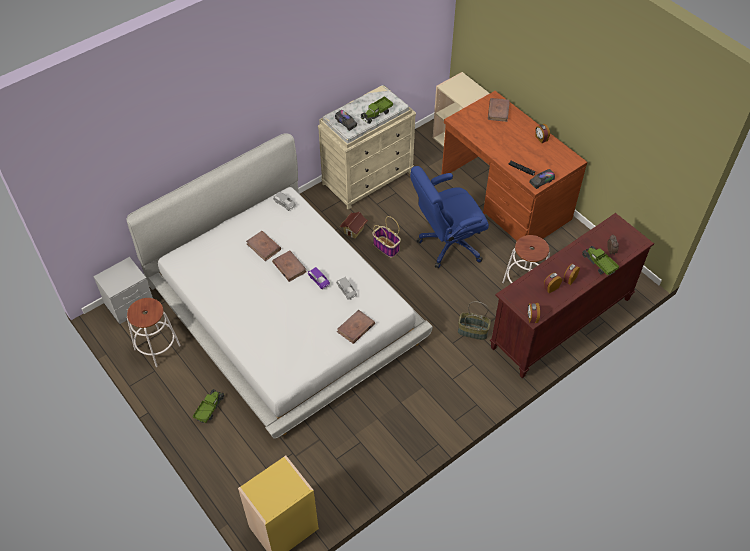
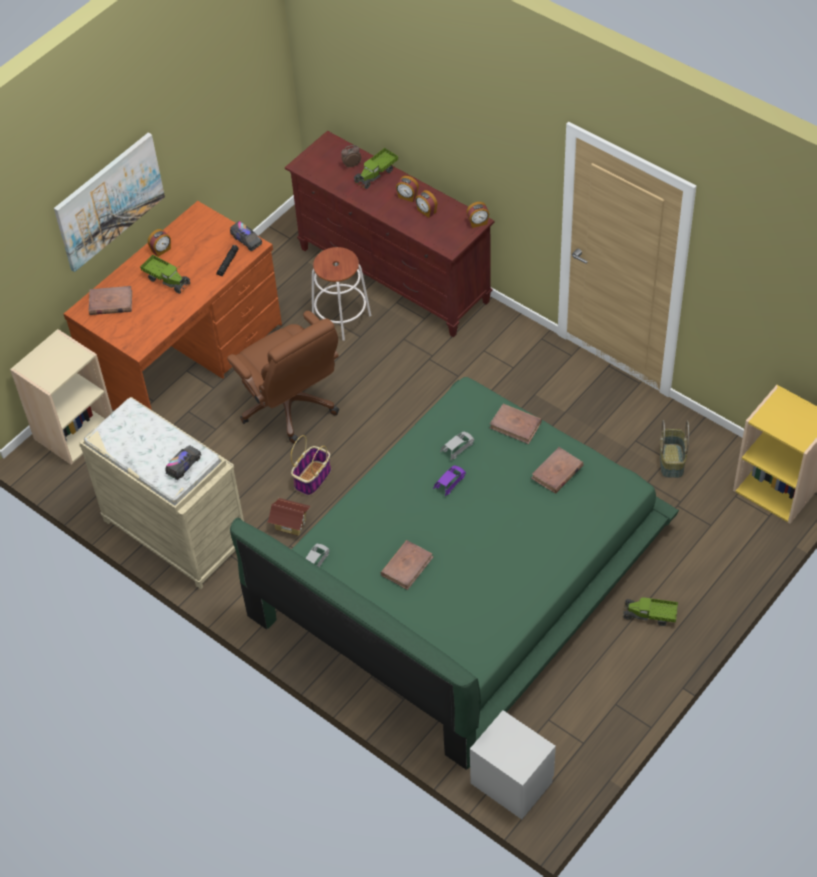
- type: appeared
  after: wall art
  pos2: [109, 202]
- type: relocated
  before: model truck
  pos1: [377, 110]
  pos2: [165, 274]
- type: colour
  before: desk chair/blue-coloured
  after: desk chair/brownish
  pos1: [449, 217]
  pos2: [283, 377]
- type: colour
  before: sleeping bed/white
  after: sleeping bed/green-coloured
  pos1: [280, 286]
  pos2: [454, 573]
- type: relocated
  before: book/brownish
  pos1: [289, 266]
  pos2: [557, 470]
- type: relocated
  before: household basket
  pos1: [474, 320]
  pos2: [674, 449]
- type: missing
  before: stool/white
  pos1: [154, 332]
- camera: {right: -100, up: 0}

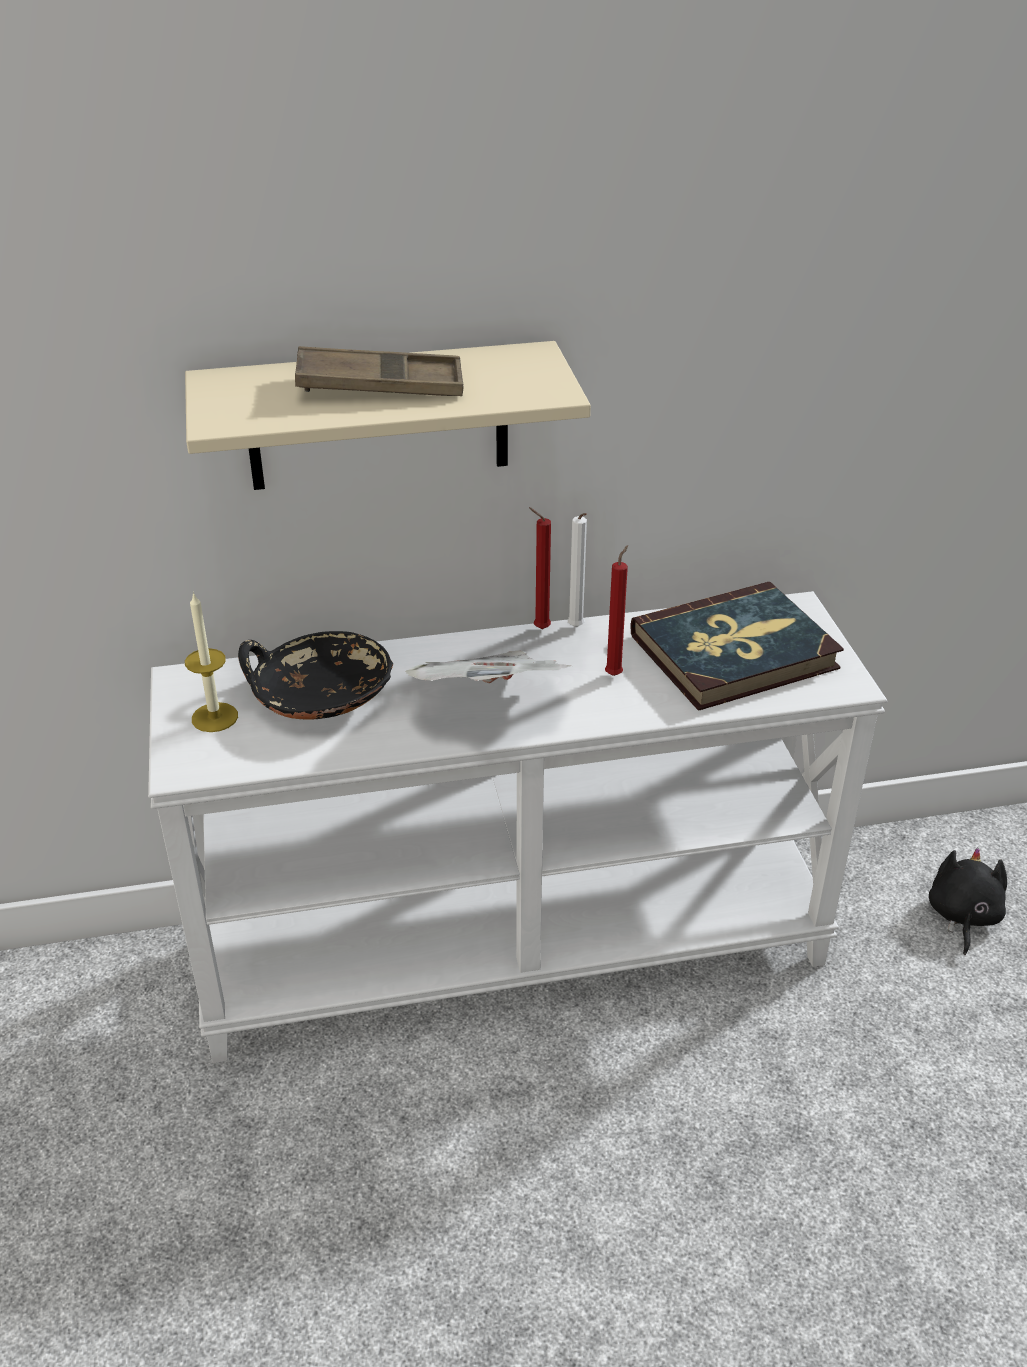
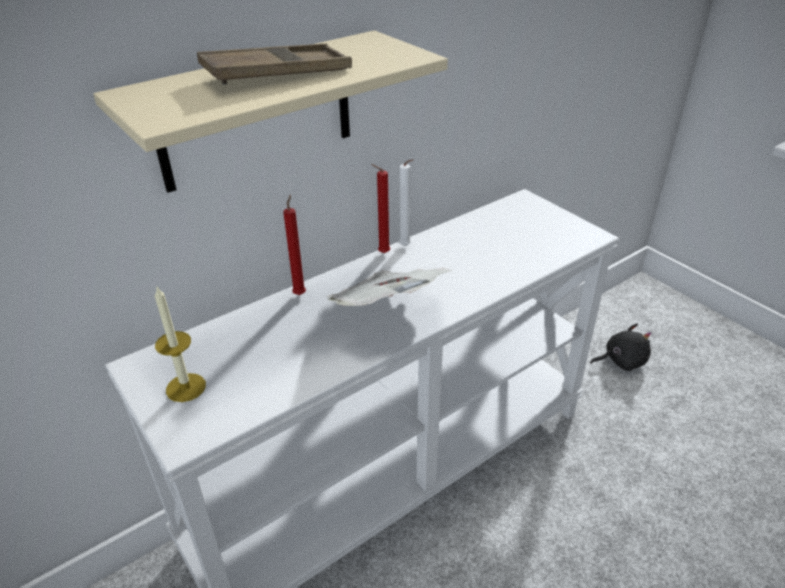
- type: relocated
  before: wax light/reddish
  pos1: [616, 610]
  pos2: [294, 244]
- type: spun
  before: plush toy/black-coloured
  pos1: [968, 901]
  pos2: [620, 347]
  turn: 90
- type: missing
  before: deep dish/black-coloured
  pos1: [315, 675]
- type: missing
  before: book
  pos1: [737, 646]
- camera: {right: -25, up: 0}

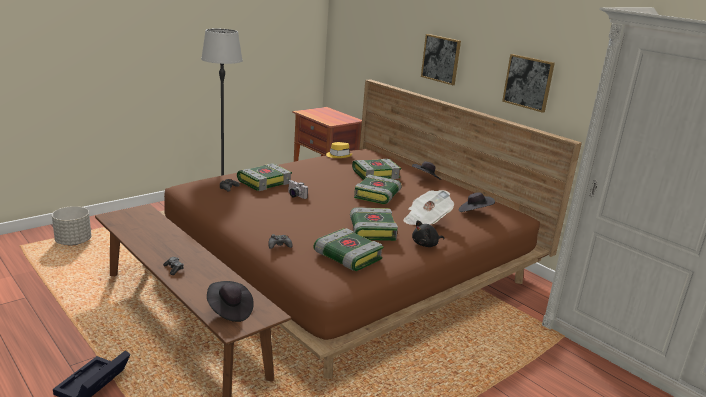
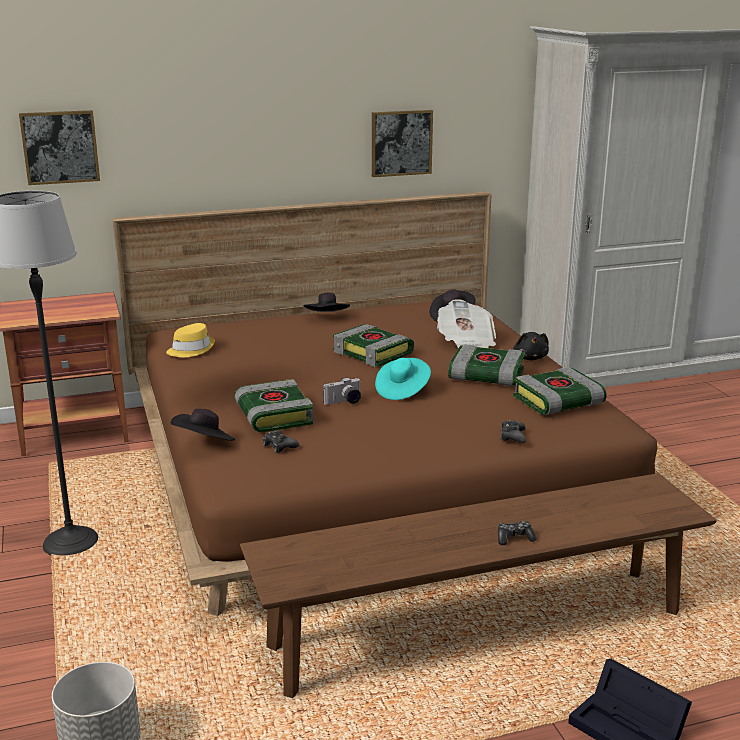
- type: relocated
  before: wall art
  pos1: [441, 59]
  pos2: [59, 147]
- type: relocated
  before: clothing hat/black-coloured
  pos1: [230, 301]
  pos2: [203, 425]
- type: appeared
  after: clothing hat/blue-green
  pos2: [403, 379]
- type: missing
  before: book
  pos1: [376, 169]
- camera: {right: -65, up: 0}

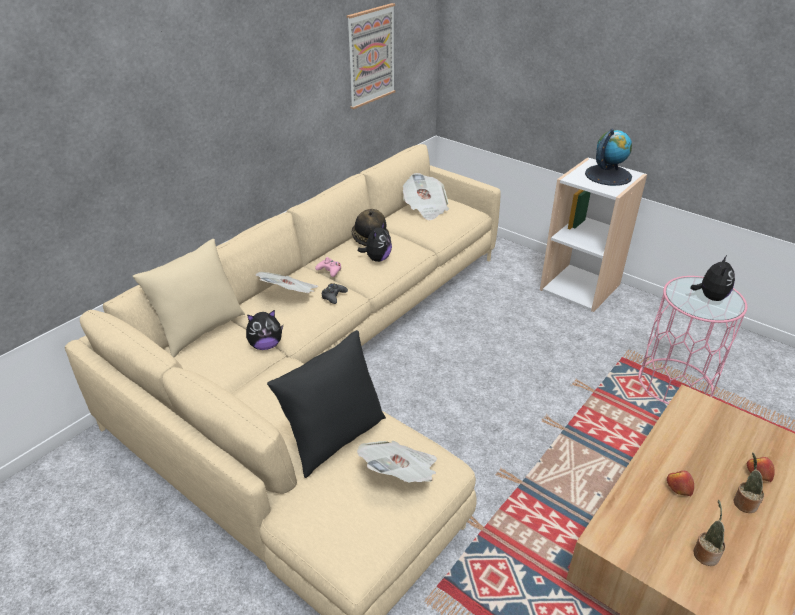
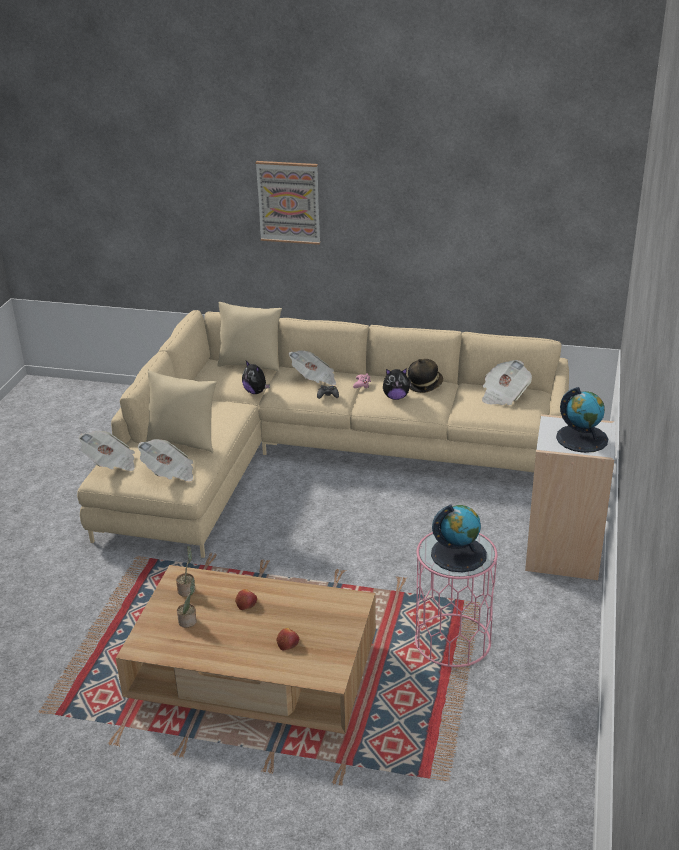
- type: appeared
  after: newspaper
  pos2: [107, 451]
- type: colour
  before: throw pillow/black-coloured
  after: throw pillow/beige
  pos1: [326, 404]
  pos2: [181, 412]
- type: relocated
  before: houseplant
  pos1: [748, 482]
  pos2: [185, 571]
- type: relocated
  before: wall art
  pos1: [370, 56]
  pos2: [288, 203]
- type: exchanged
  before: plush toy
  after: world globe
  pos1: [712, 278]
  pos2: [459, 538]
- camera: {right: 65, up: -5}

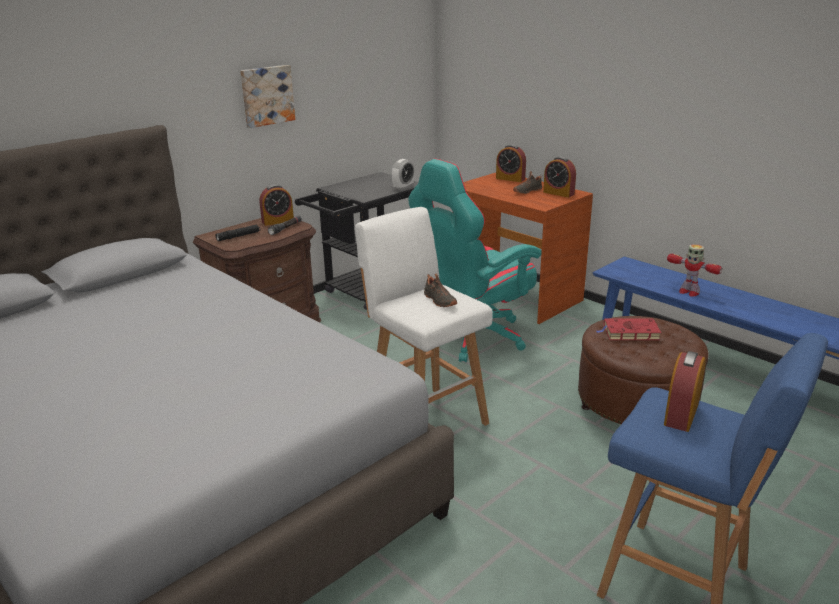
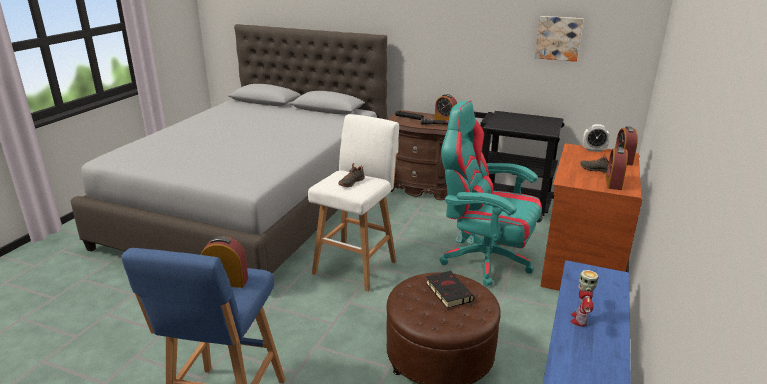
- type: colour
  before: book/reddish
  after: book/black-coloured
  pos1: [628, 329]
  pos2: [450, 289]
- type: relocated
  before: wall art
  pos1: [267, 96]
  pos2: [559, 39]
- type: relocated
  before: bedside clock
  pos1: [402, 174]
  pos2: [596, 138]
- camera: {right: 65, up: 0}

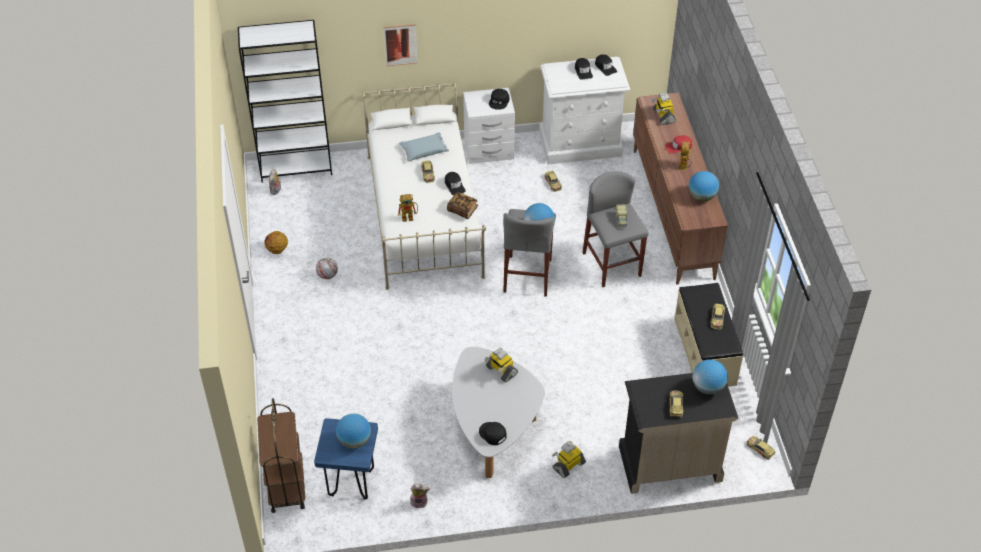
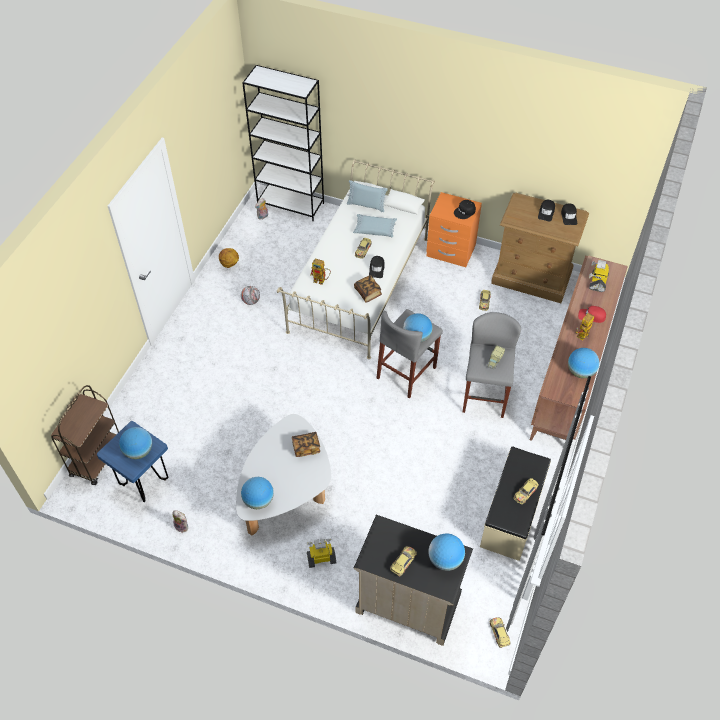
- type: exchanged
  before: baseball cap/black-coloured
  after: world globe
  pos1: [493, 433]
  pos2: [257, 493]
- type: exchanged
  before: model robot
  after: book
  pos1: [501, 365]
  pos2: [306, 444]
- type: appeared
  after: throw pillow/blue-coloured
  pos2: [367, 196]
- type: colour
  before: bedside table/white
  after: bedside table/orangey
  pos1: [489, 126]
  pos2: [454, 229]
- type: colour
  before: dresser/white
  after: dresser/brownish
  pos1: [584, 111]
  pos2: [540, 248]
- type: missing
  before: wall art
  pos1: [401, 45]
- camera: {right: 30, up: 5}

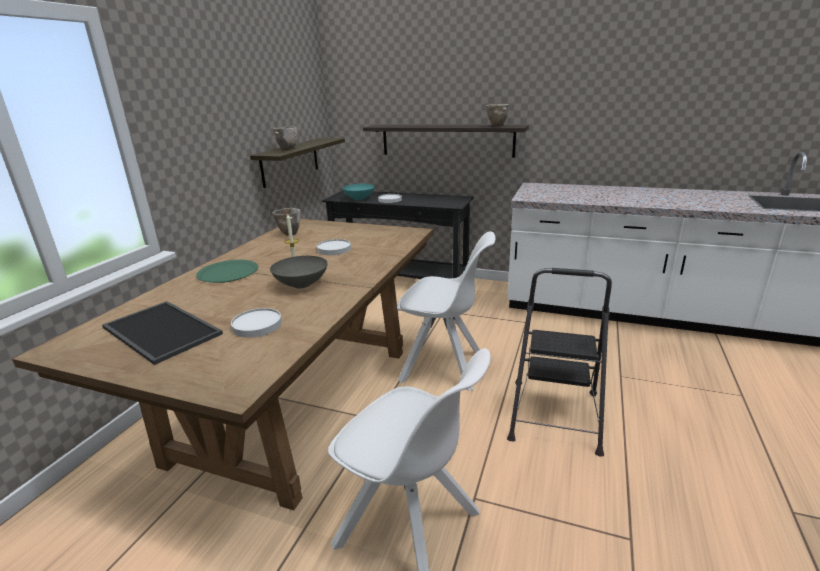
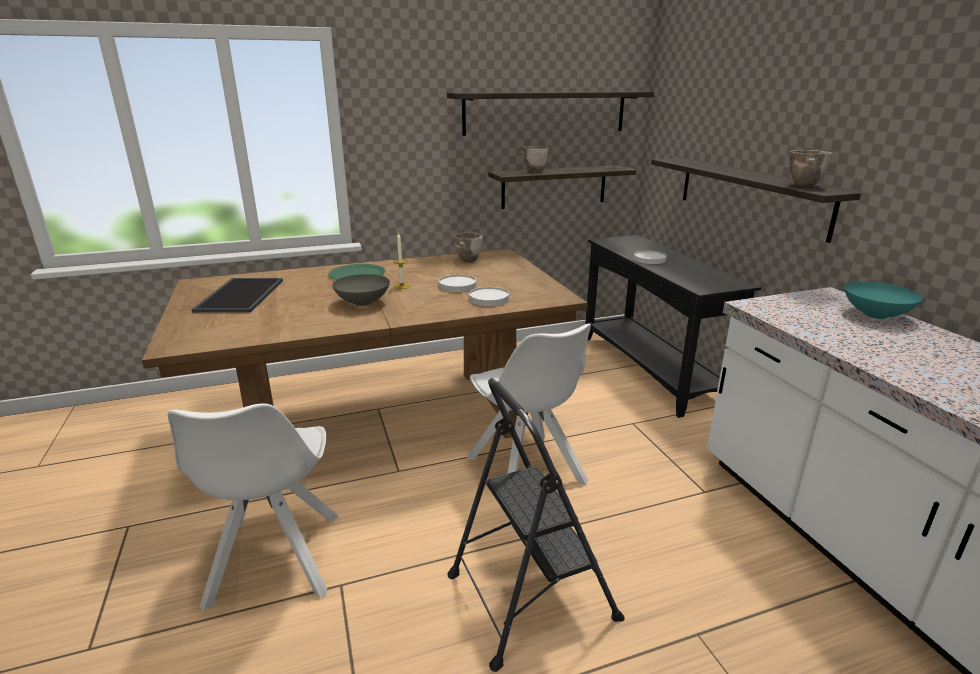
- type: appeared
  after: bracket shelf
  pos2: [550, 113]
- type: relocated
  before: plate/white
  pos1: [256, 323]
  pos2: [489, 296]
- type: relocated
  before: deep dish/blue-green
  pos1: [358, 192]
  pos2: [883, 300]
- camera: {right: 50, up: 0}

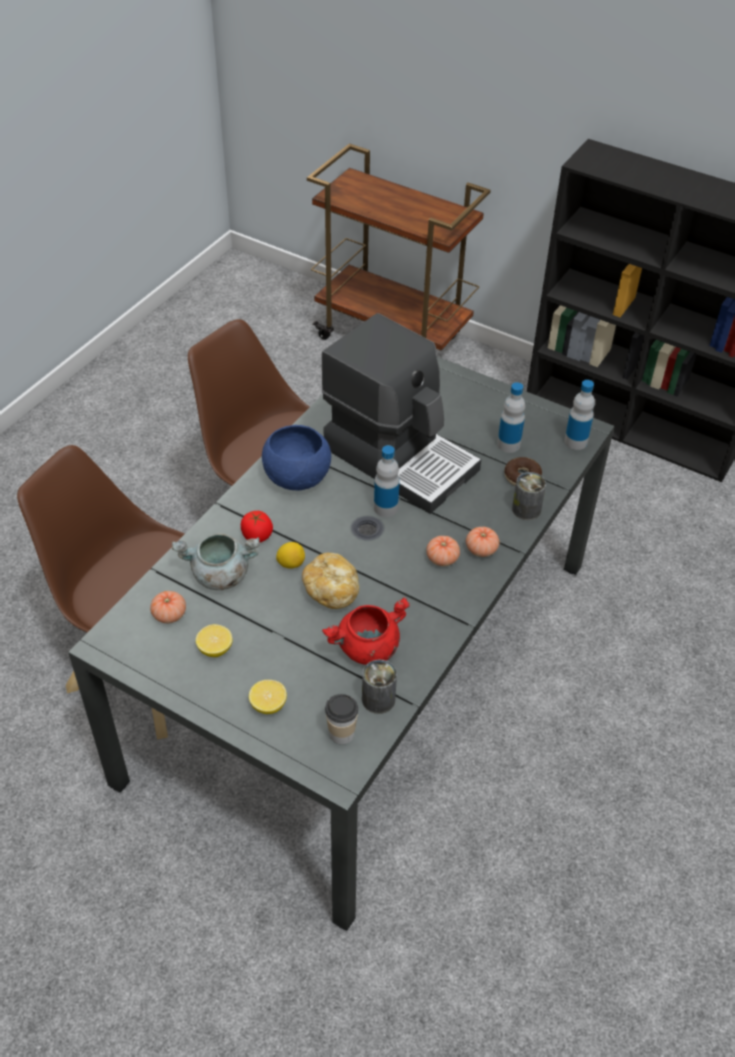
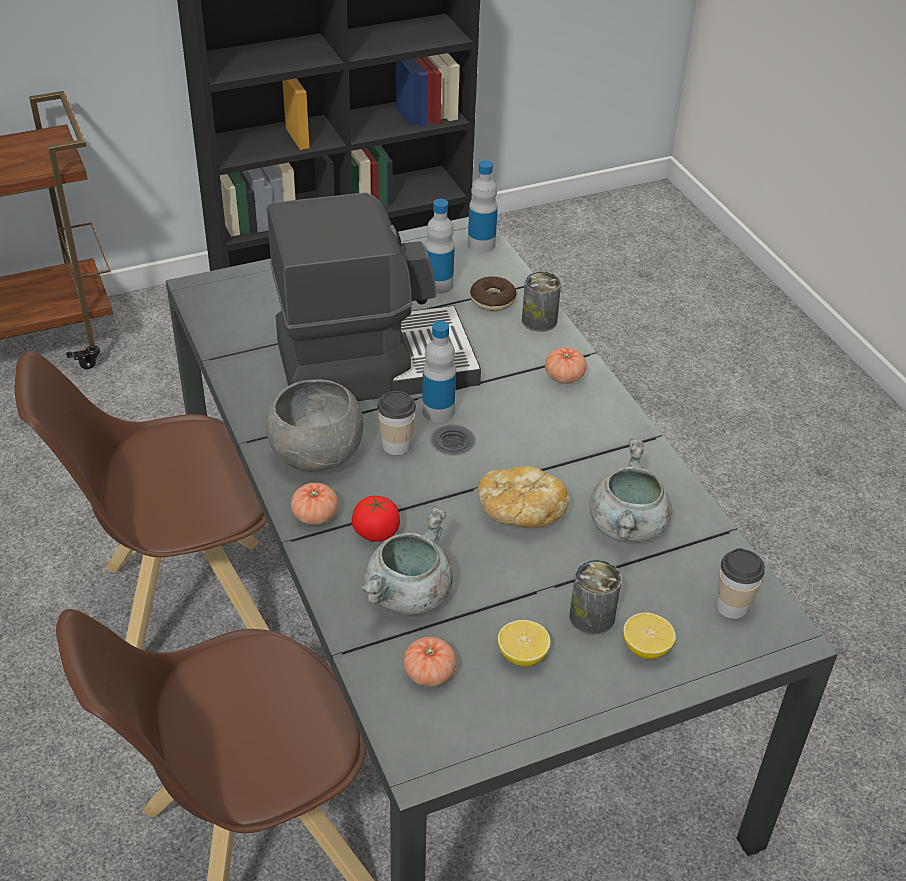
- type: colour
  before: deep dish/blue-coloured
  after: deep dish/grey
  pos1: [296, 457]
  pos2: [314, 425]
- type: relocated
  before: whole tomato
  pos1: [443, 551]
  pos2: [314, 504]
- type: appeared
  after: cup
  pos2: [396, 423]
- type: relocated
  before: metal can
  pos1: [379, 687]
  pos2: [595, 597]
- type: colour
  before: cooking pot/reddish
  after: cooking pot/grey
  pos1: [366, 631]
  pos2: [631, 490]
- type: missing
  before: citrus fruit
  pos1: [290, 555]
- camera: {right: -55, up: -5}

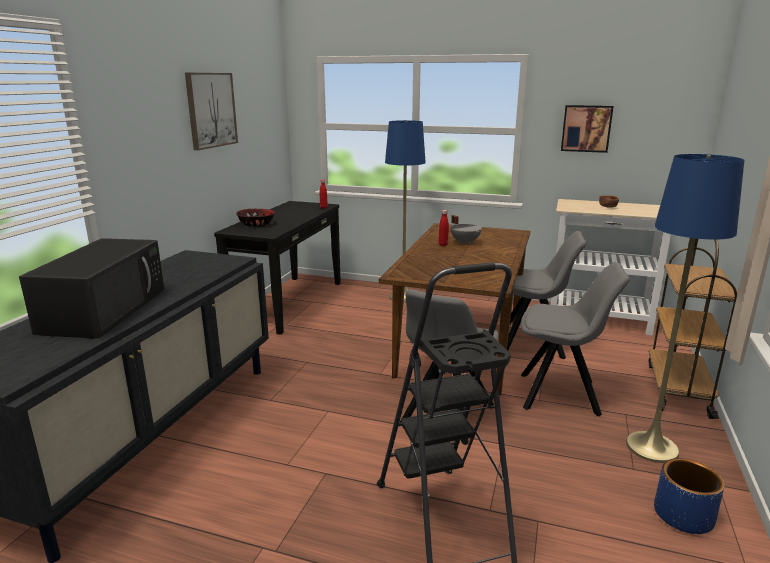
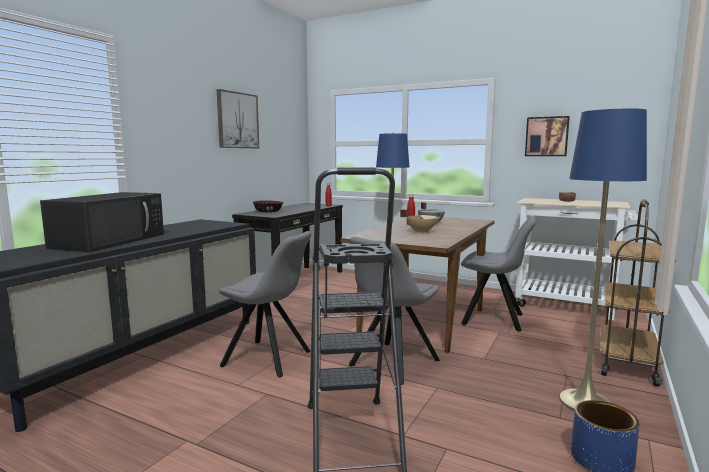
- type: relocated
  before: upright chair/grey
  pos1: [575, 339]
  pos2: [265, 304]
- type: appeared
  after: cooking pot/beige
  pos2: [420, 221]
- camera: {right: 10, up: -10}

